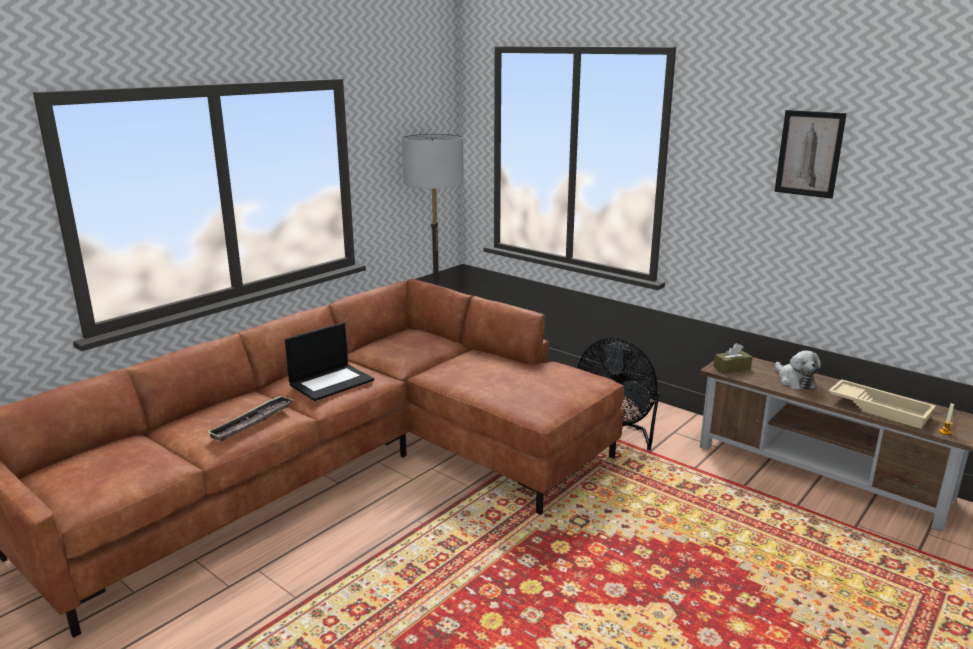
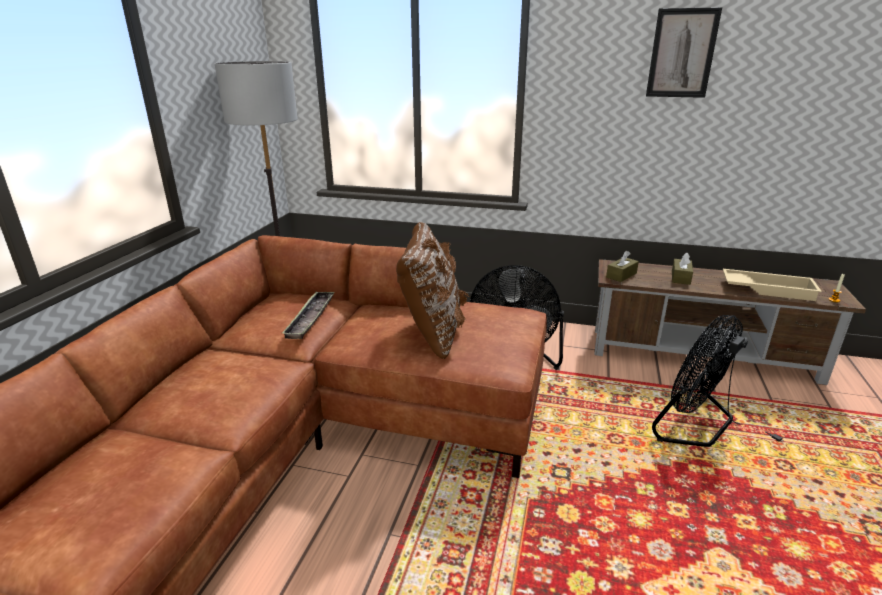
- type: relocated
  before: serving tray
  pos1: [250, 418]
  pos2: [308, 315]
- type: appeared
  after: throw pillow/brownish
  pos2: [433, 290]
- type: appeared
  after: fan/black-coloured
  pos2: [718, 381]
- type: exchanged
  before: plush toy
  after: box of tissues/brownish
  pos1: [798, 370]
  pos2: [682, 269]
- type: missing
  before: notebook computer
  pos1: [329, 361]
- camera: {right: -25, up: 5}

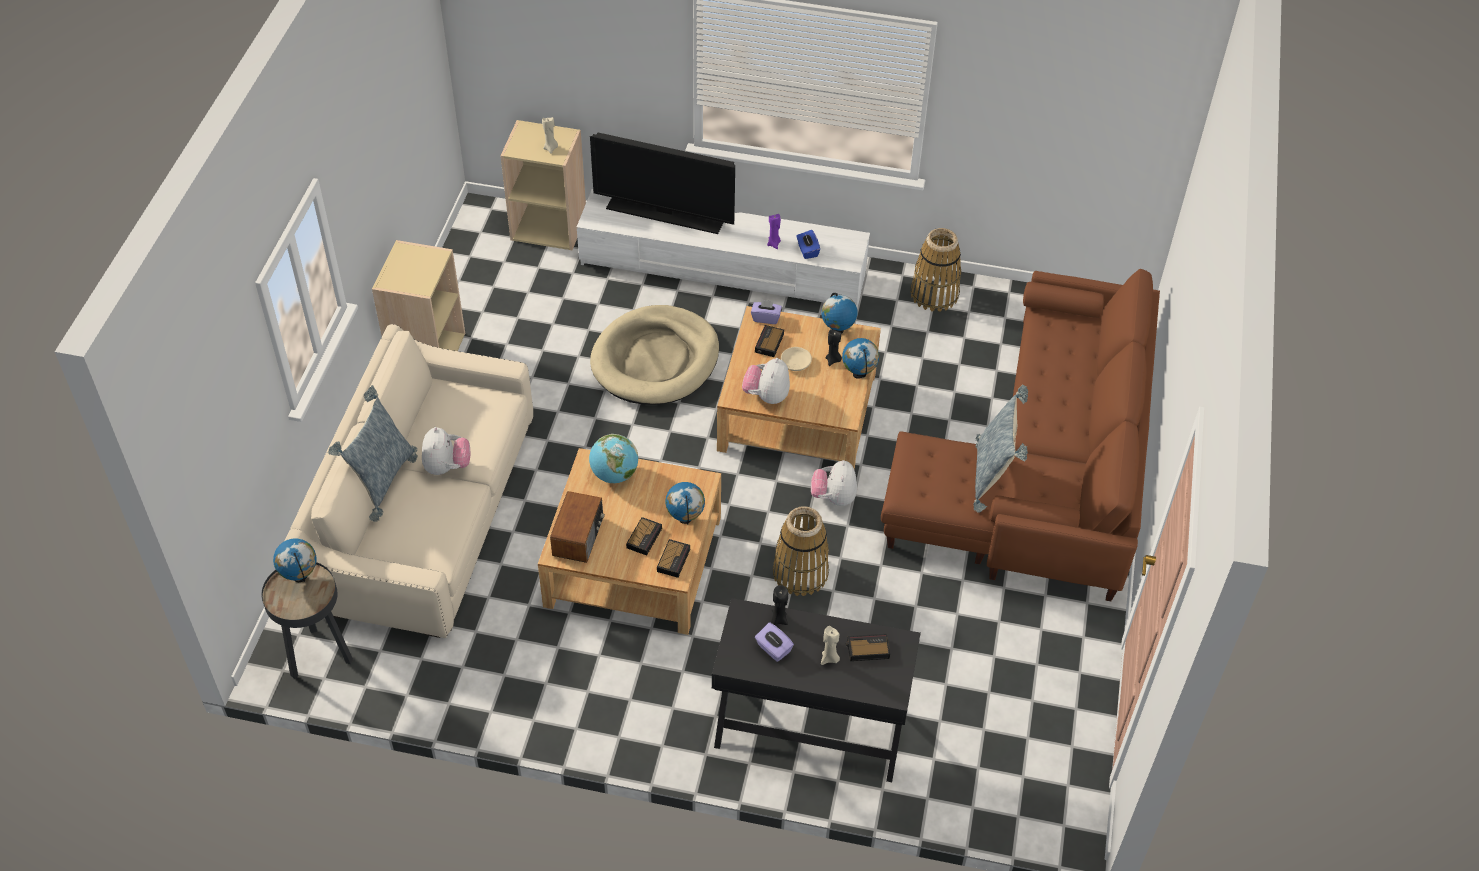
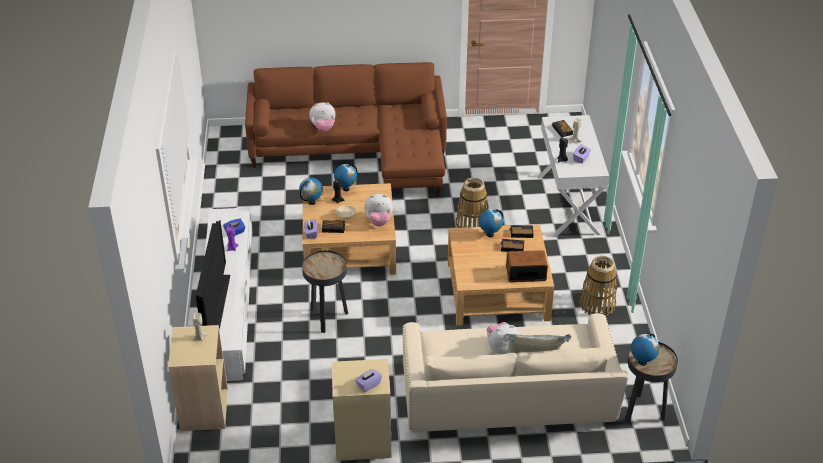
- type: exchanged
  before: dog bed/beige
  after: end table/black-coloured
  pos1: [654, 355]
  pos2: [325, 291]
- type: relocated
  before: plush toy
  pos1: [834, 483]
  pos2: [322, 117]
- type: appeared
  after: box of tissues/purple
  pos2: [368, 380]
- type: colour
  before: hall table/black-coloured
  after: hall table/white
  pos1: [816, 690]
  pos2: [573, 176]
- type: relocated
  before: household basket
  pos1: [936, 270]
  pos2: [598, 286]
- type: missing
  before: world globe
  pos1: [613, 458]
- type: missing
  before: throw pillow
  pos1: [1000, 448]
- camera: {right: -105, up: -10}

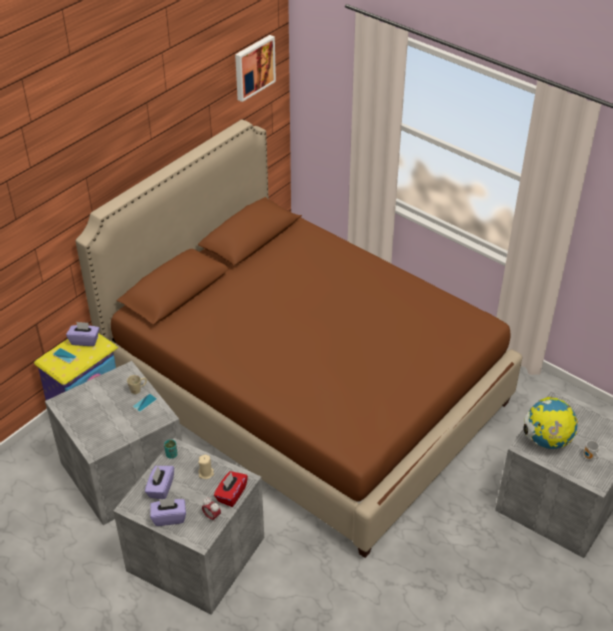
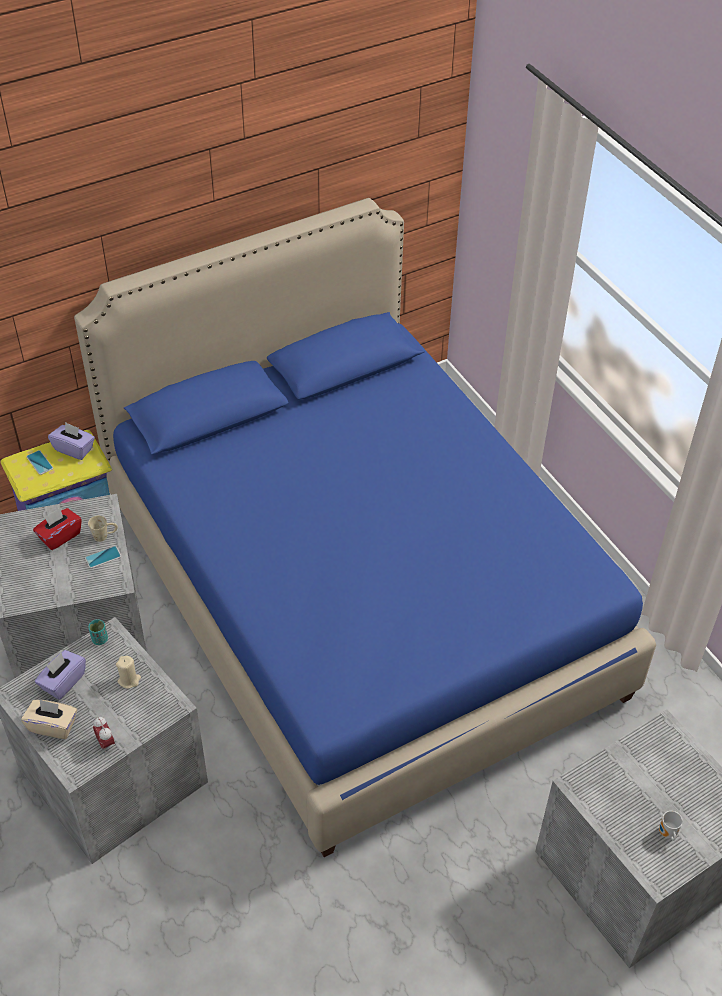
- type: colour
  before: box of tissues/purple
  after: box of tissues/beige
  pos1: [168, 512]
  pos2: [49, 719]
- type: relocated
  before: box of tissues/reddish
  pos1: [231, 489]
  pos2: [57, 529]
- type: colour
  before: sleeping bed/brownish
  after: sleeping bed/blue-coloured
  pos1: [299, 339]
  pos2: [365, 527]
- type: missing
  before: wall art
  pos1: [255, 68]
- type: missing
  before: world globe
  pos1: [550, 422]
- camera: {right: 20, up: 5}

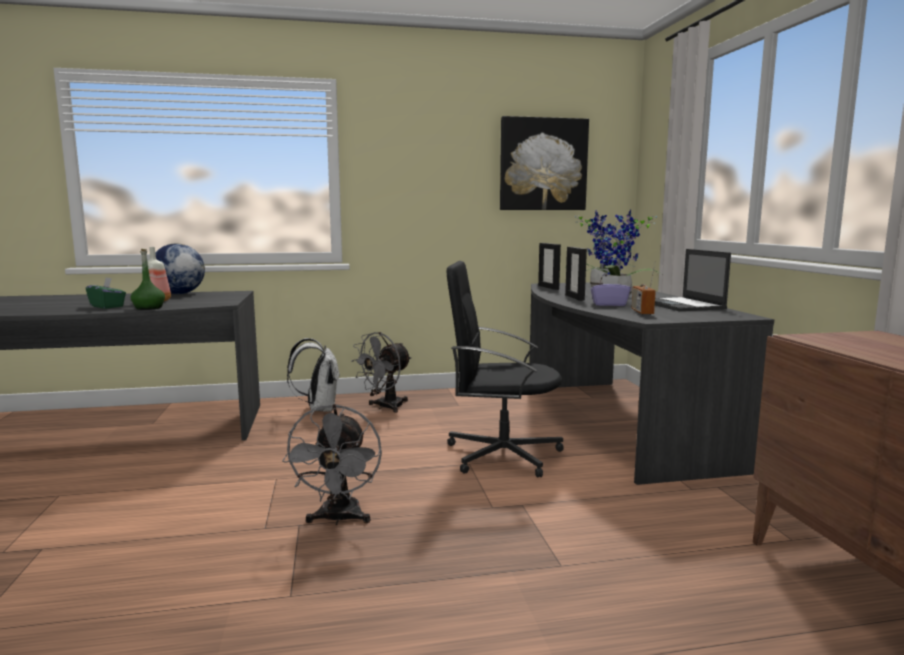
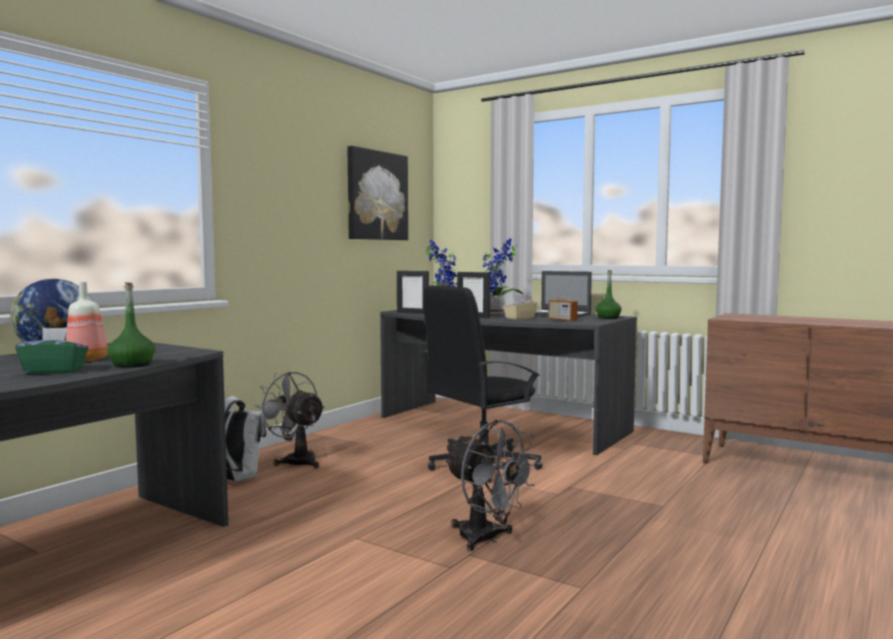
- type: spun
  before: fan/grey
  pos1: [381, 372]
  pos2: [289, 420]
  turn: 135
- type: colour
  before: box of tissues/purple
  after: box of tissues/beige
  pos1: [611, 291]
  pos2: [520, 307]
- type: appeared
  after: bottle/green-coloured
  pos2: [609, 294]
- camera: {right: -45, up: -5}

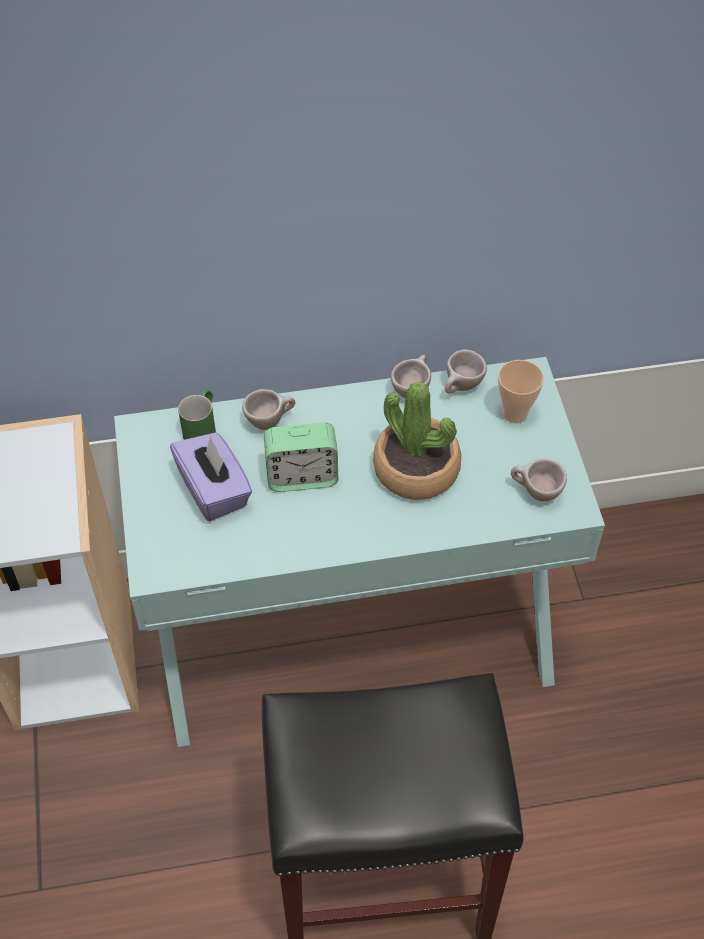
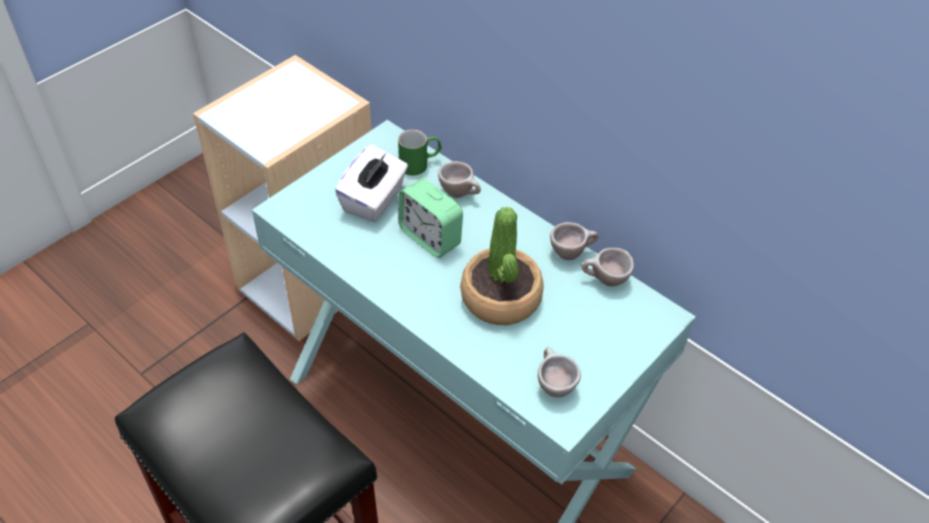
- type: colour
  before: box of tissues/purple
  after: box of tissues/white
  pos1: [211, 477]
  pos2: [371, 183]
- type: missing
  before: cup
  pos1: [521, 391]
- camera: {right: 50, up: -5}

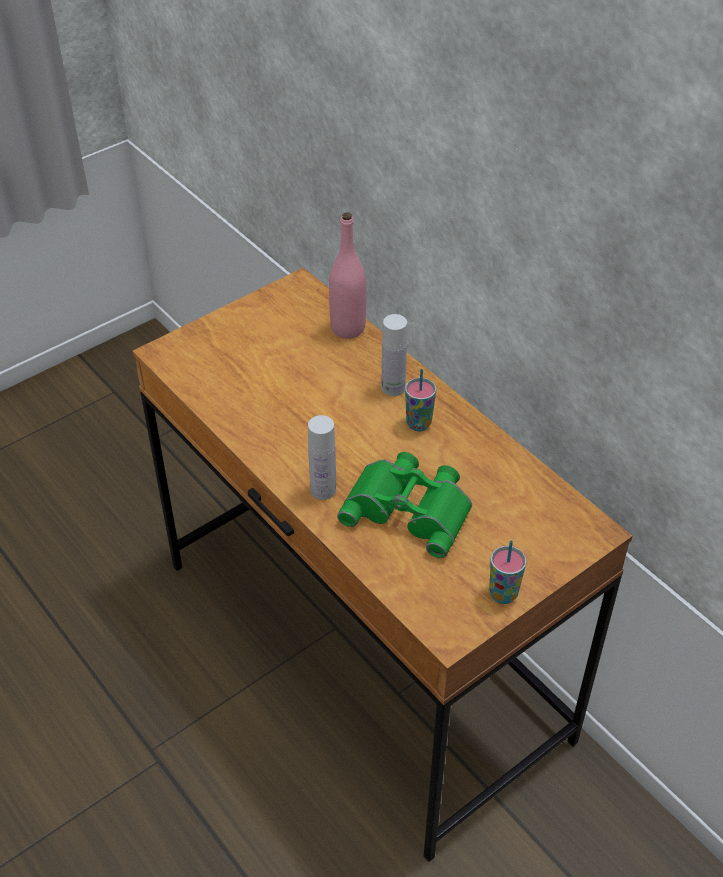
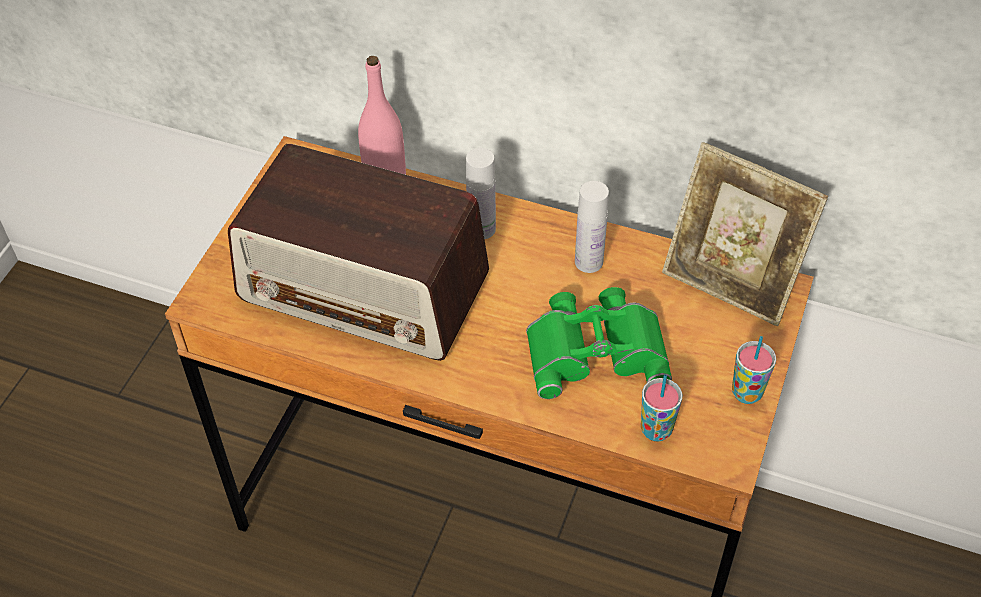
- type: appeared
  after: radio receiver
  pos2: [358, 252]
- type: relocated
  before: bottle/white
  pos1: [322, 457]
  pos2: [592, 227]
- type: relocated
  before: cup
  pos1: [420, 400]
  pos2: [661, 408]
- type: appeared
  after: photo frame
  pos2: [745, 234]
- camera: {right: -30, up: 5}

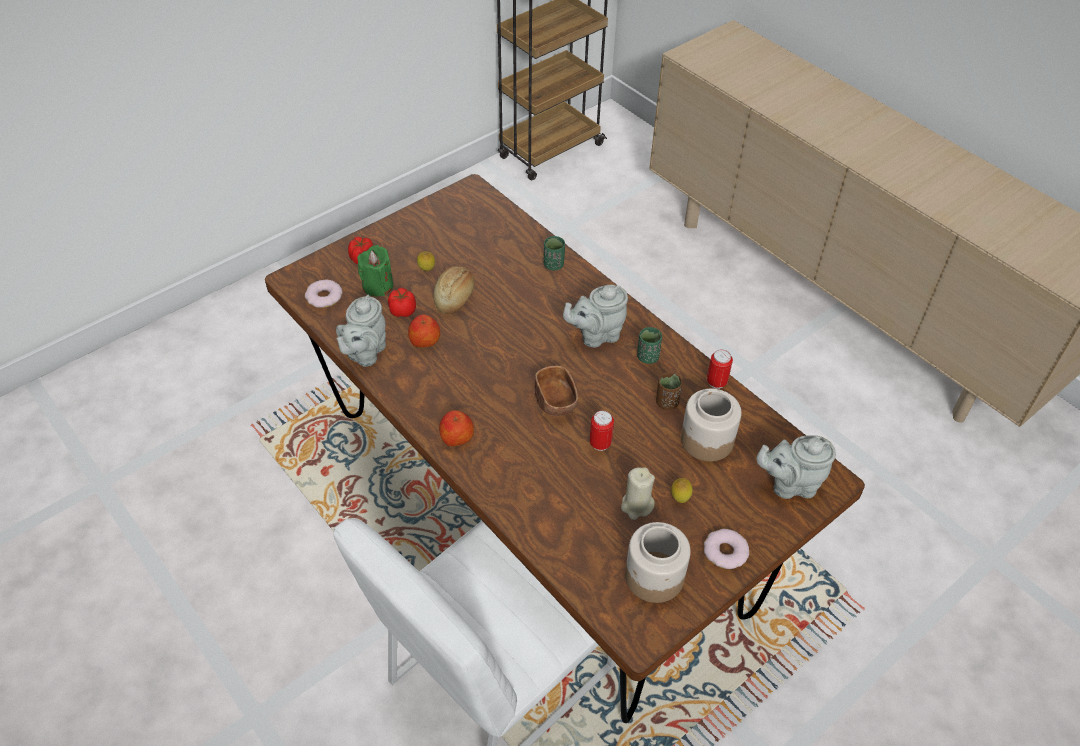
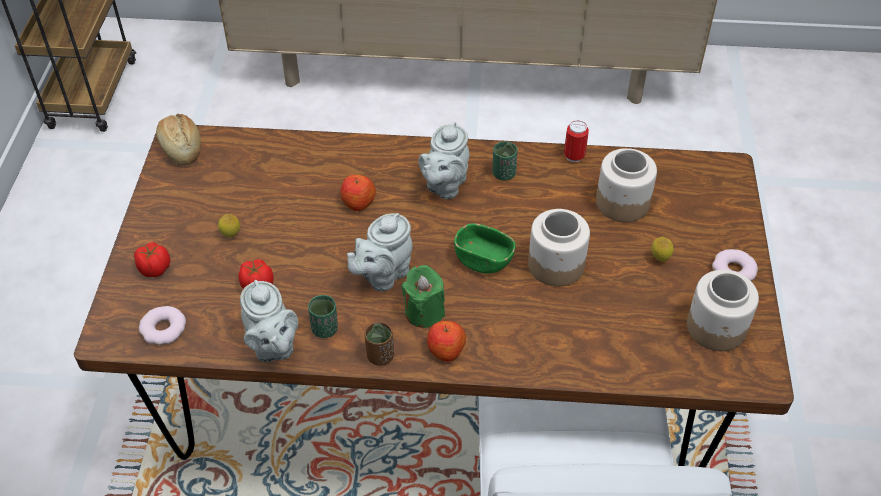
- type: relocated
  before: bread
  pos1: [454, 290]
  pos2: [178, 139]
- type: relocated
  before: cup/green-coloured
  pos1: [554, 253]
  pos2: [323, 316]
- type: relocated
  before: whole apple
  pos1: [424, 331]
  pos2: [358, 193]
- type: relocated
  before: tea pot/grey
  pos1: [796, 467]
  pos2: [379, 252]
- type: relocated
  before: cup/brownish
  pos1: [669, 391]
  pos2: [379, 344]
- type: relocated
  before: wax light/green-coloured
  pos1: [375, 270]
  pos2: [423, 296]
- type: colour
  before: deep dish/brownish
  after: deep dish/green-coloured
  pos1: [556, 391]
  pos2: [484, 248]
- type: exchanged
  before: metal can
  after: preserve jar
  pos1: [602, 431]
  pos2: [559, 248]
- type: missing
  before: wax light/beige
  pos1: [638, 493]
- camera: {right: -45, up: 0}

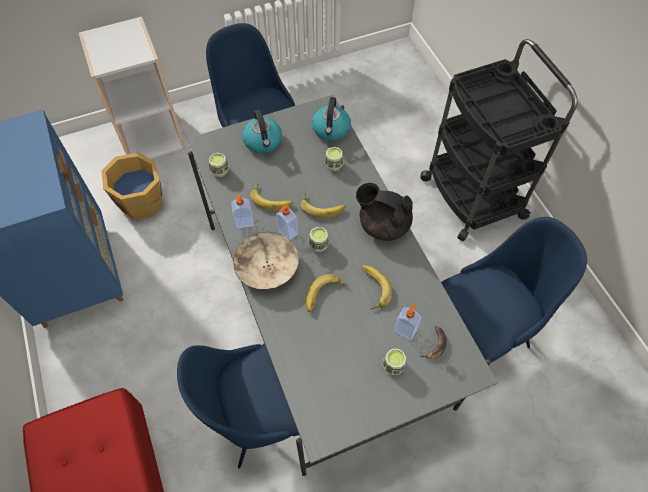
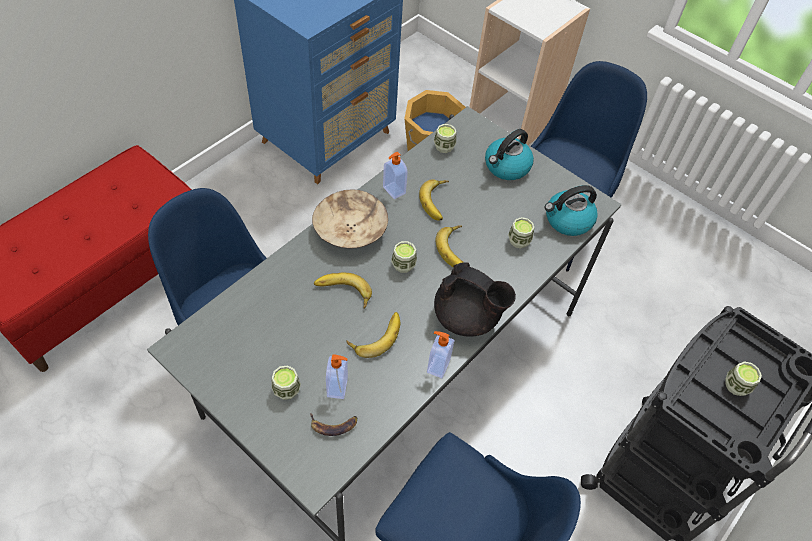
- type: relocated
  before: liquid soap bottle
  pos1: [287, 222]
  pos2: [440, 354]
- type: spun
  before: tea pot/black-coloured
  pos1: [384, 212]
  pos2: [475, 299]
  turn: 120
- type: appeared
  after: cup
  pos2: [743, 378]
- camera: {right: 60, up: -5}

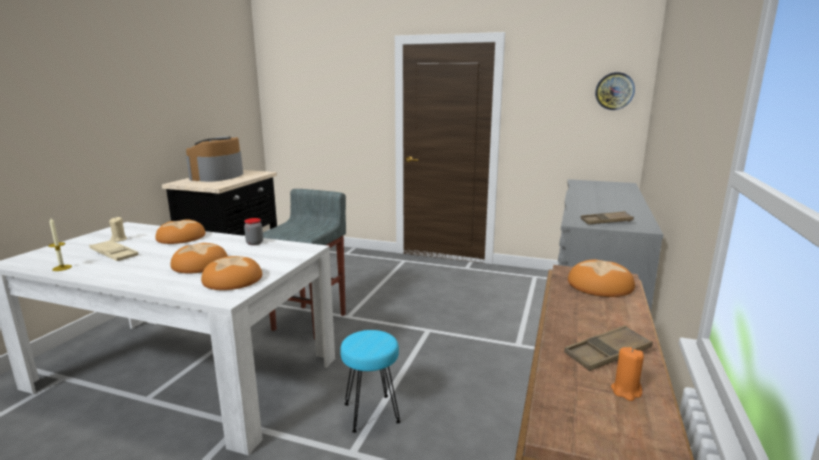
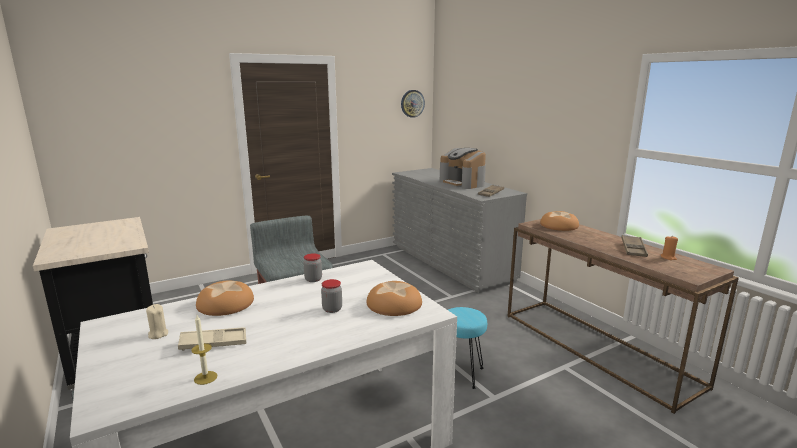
- type: exchanged
  before: bread
  after: preserve jar
  pos1: [199, 258]
  pos2: [331, 296]
- type: relocated
  before: coffee machine
  pos1: [214, 159]
  pos2: [463, 168]
- camera: {right: -50, up: 0}

